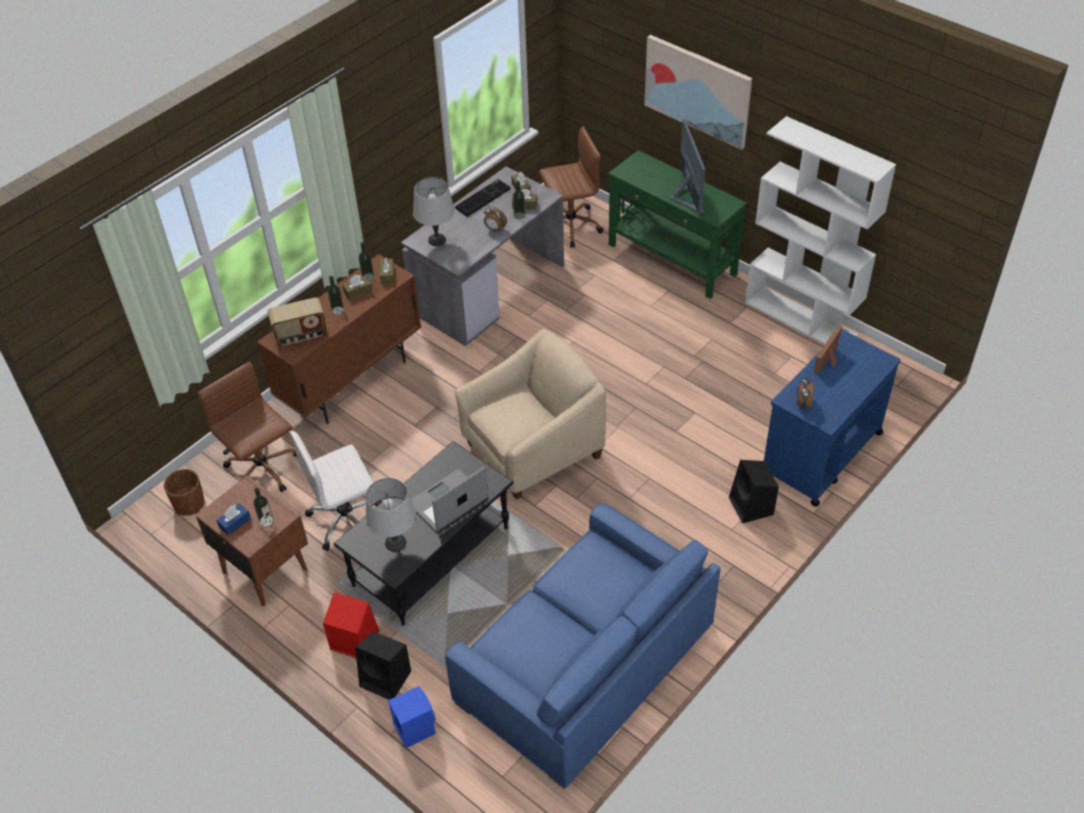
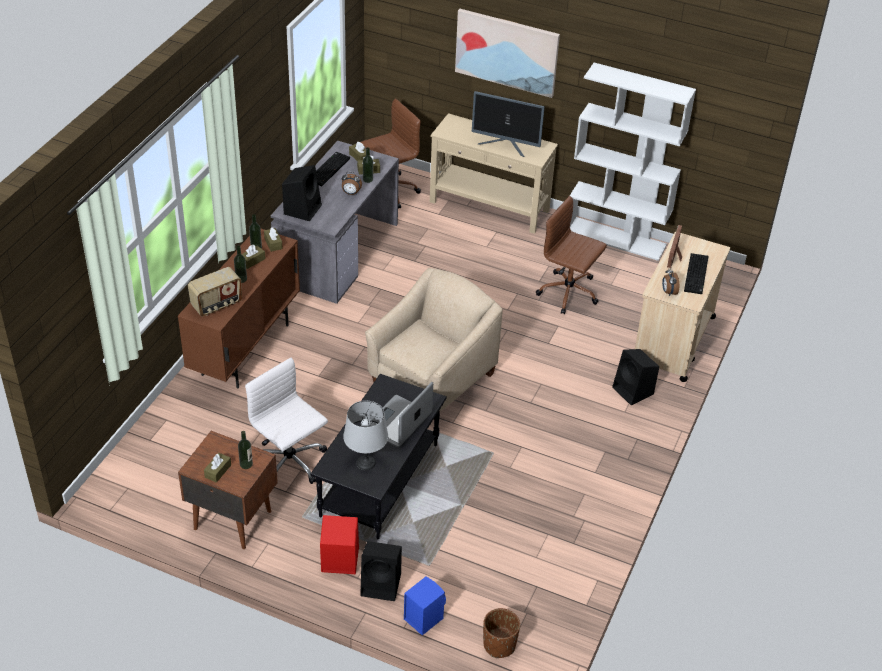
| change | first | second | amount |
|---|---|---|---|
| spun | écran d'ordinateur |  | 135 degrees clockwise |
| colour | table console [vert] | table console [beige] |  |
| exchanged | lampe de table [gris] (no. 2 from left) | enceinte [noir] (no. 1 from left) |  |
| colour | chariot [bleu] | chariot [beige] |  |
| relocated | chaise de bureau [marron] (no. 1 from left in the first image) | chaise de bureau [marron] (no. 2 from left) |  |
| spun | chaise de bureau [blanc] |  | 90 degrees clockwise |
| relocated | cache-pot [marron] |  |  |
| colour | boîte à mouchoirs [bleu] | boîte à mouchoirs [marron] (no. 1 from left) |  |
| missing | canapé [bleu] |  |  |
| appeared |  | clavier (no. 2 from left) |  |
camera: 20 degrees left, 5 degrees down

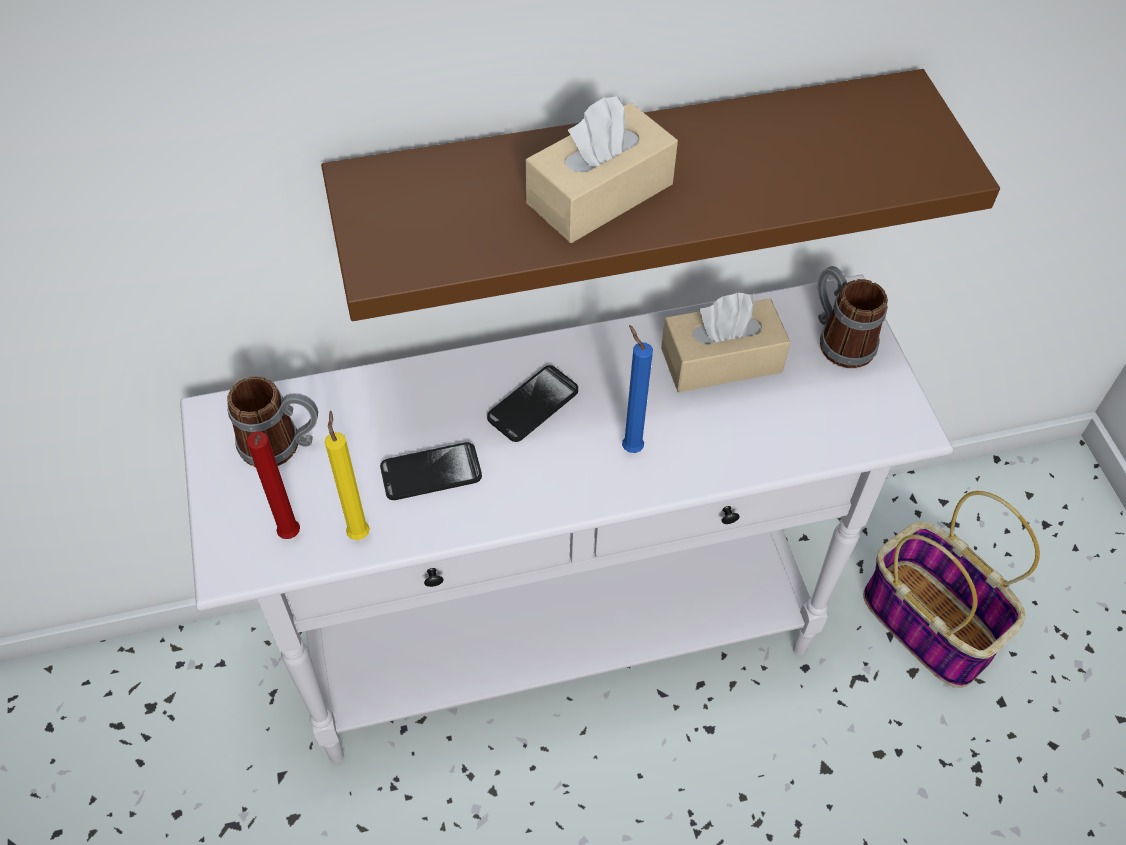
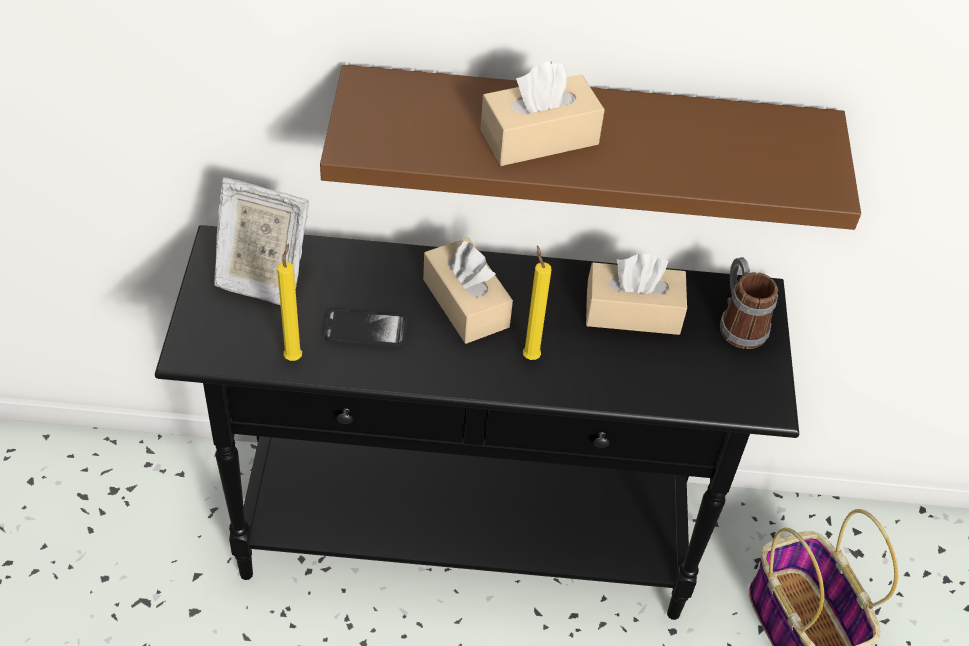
| change | first | second | amount |
|---|---|---|---|
| colour | table console [blanc] | table console [noir] |  |
| colour | bougie [bleu] | bougie [jaune] (no. 2 from left) |  |
| exchanged | téléphone (no. 2 from left) | boîte à mouchoirs [beige] (no. 1 from left) |  |
| exchanged | mug (no. 1 from left) | cadre photo |  |
| missing | bougie [rouge] |  |  |
camera: 15 degrees right, 5 degrees down

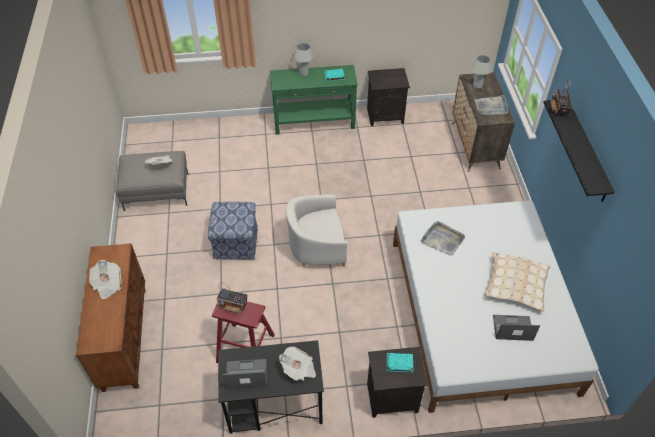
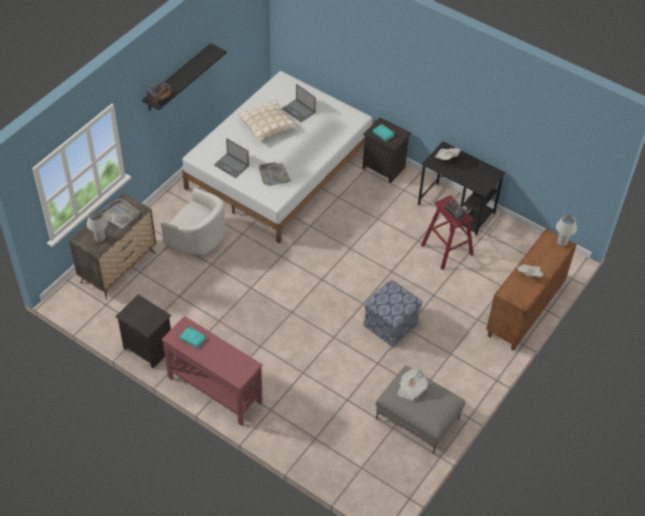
| change | first | second | amount |
|---|---|---|---|
| relocated | lampe de table [blanc] (no. 1 from left in the first image) | lampe de table [blanc] (no. 2 from left) |  |
| colour | table console [vert] | table console [rouge] |  |
| relocated | fauteuil [blanc] |  |  |
| relocated | ordinateur portable (no. 1 from left) |  |  |
camera: 140 degrees left, 0 degrees up

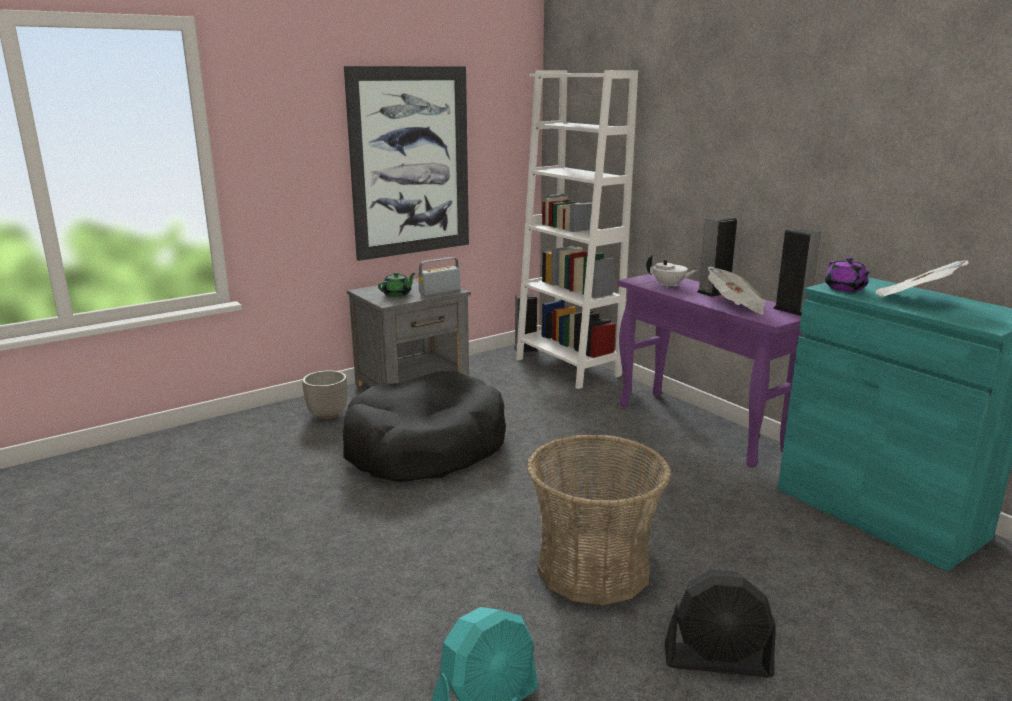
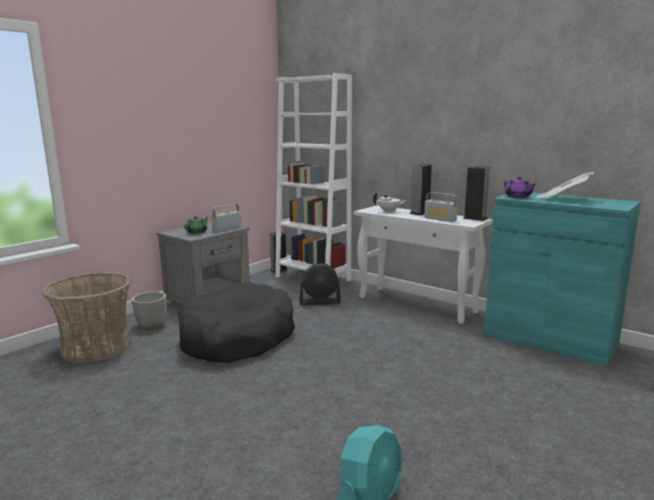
| change | first | second | amount |
|---|---|---|---|
| missing | tableau |  |  |
| exchanged | journal (no. 1 from left) | radio (no. 2 from left) |  |
| colour | table console [violet] | table console [blanc] |  |
| relocated | panier |  |  |
| relocated | ventilateur [noir] |  |  |
camera: 15 degrees left, 5 degrees down

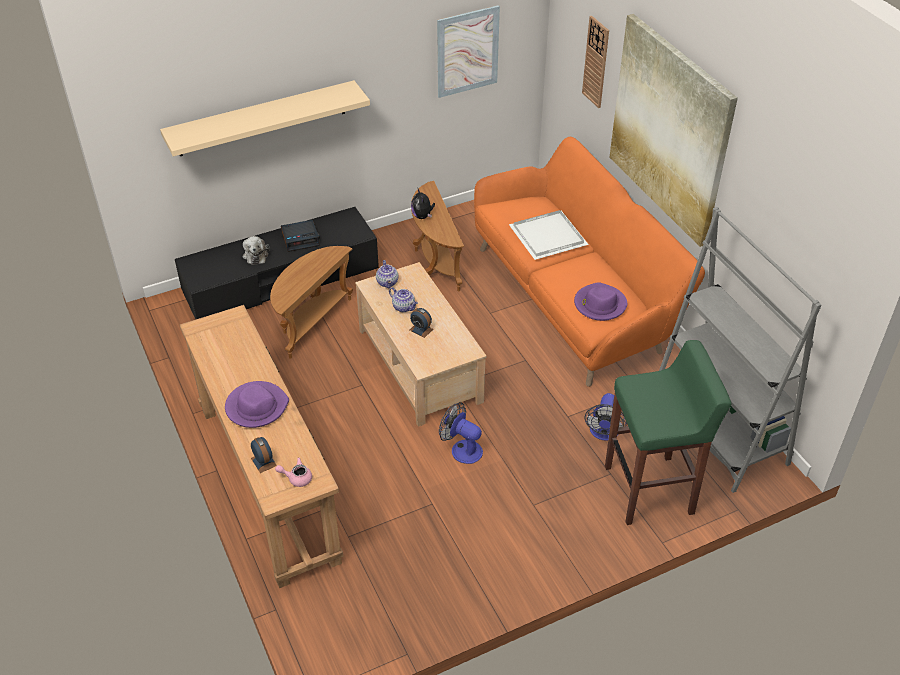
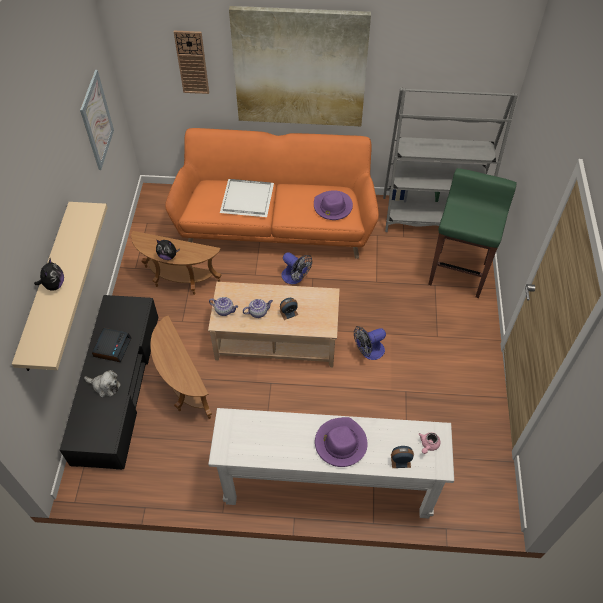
| change | first | second | amount |
|---|---|---|---|
| colour | table console [marron] | table console [blanc] |  |
| relocated | ventilateur (no. 2 from left in the first image) | ventilateur (no. 1 from left) |  |
| appeared |  | peluche (no. 1 from left) |  |
camera: 60 degrees left, 10 degrees up

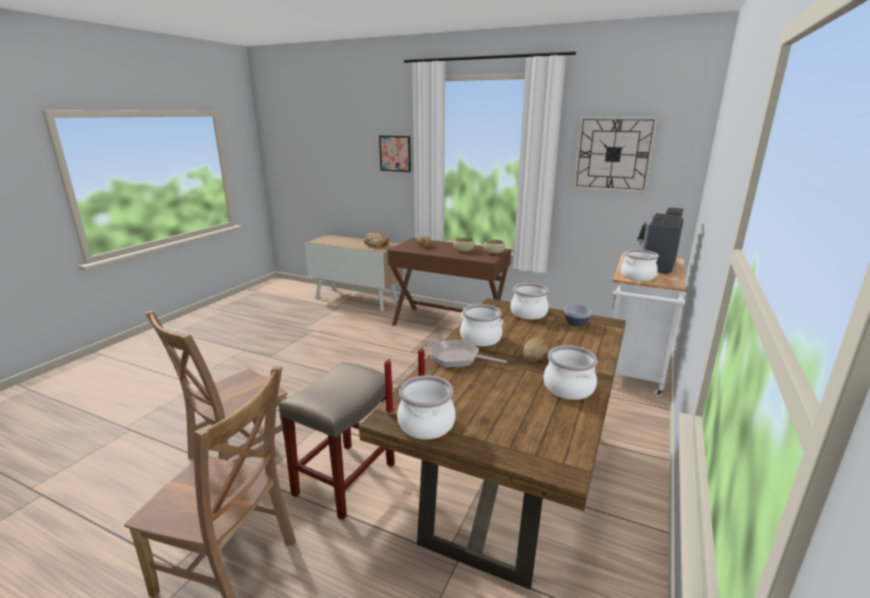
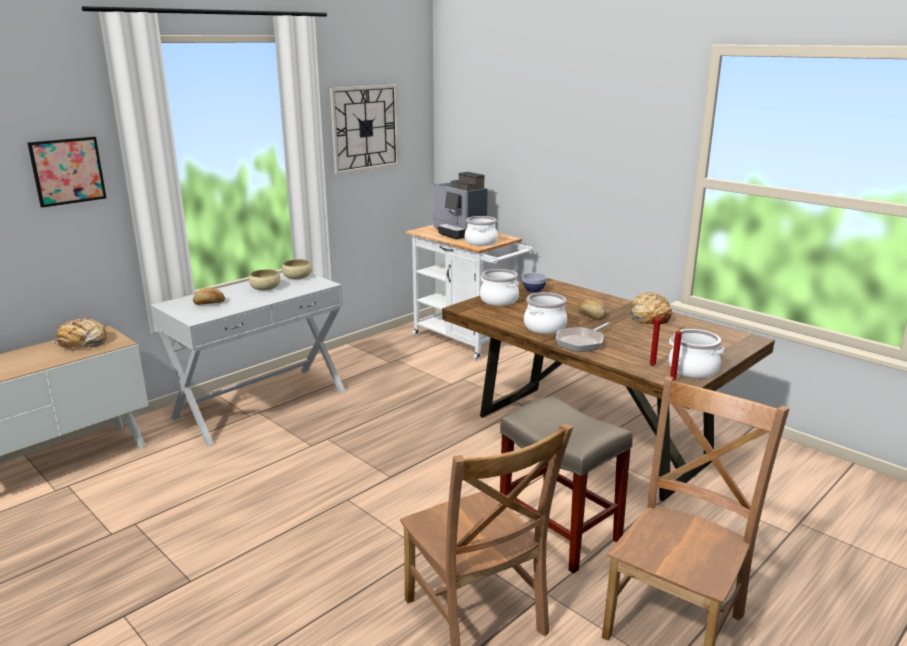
| change | first | second | amount |
|---|---|---|---|
| colour | table console [marron] | table console [blanc] |  |
| exchanged | marmite (no. 4 from left) | pain (no. 4 from left) |  |
camera: 70 degrees left, 0 degrees up

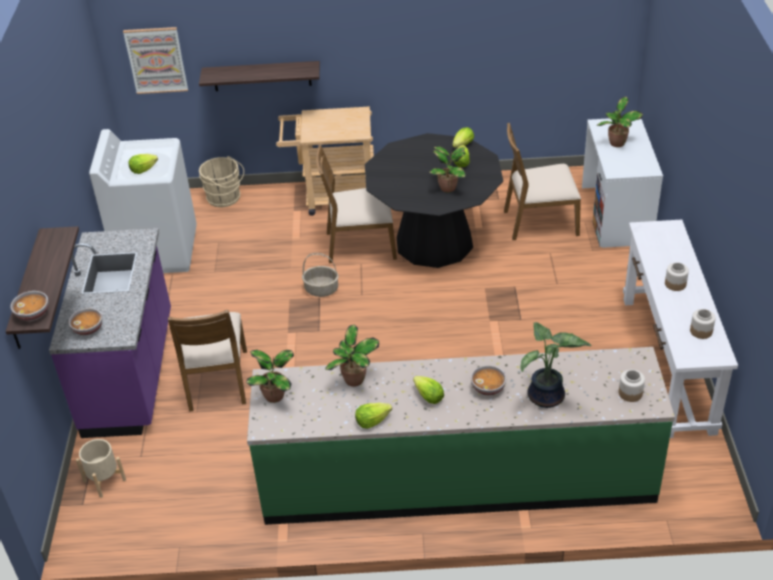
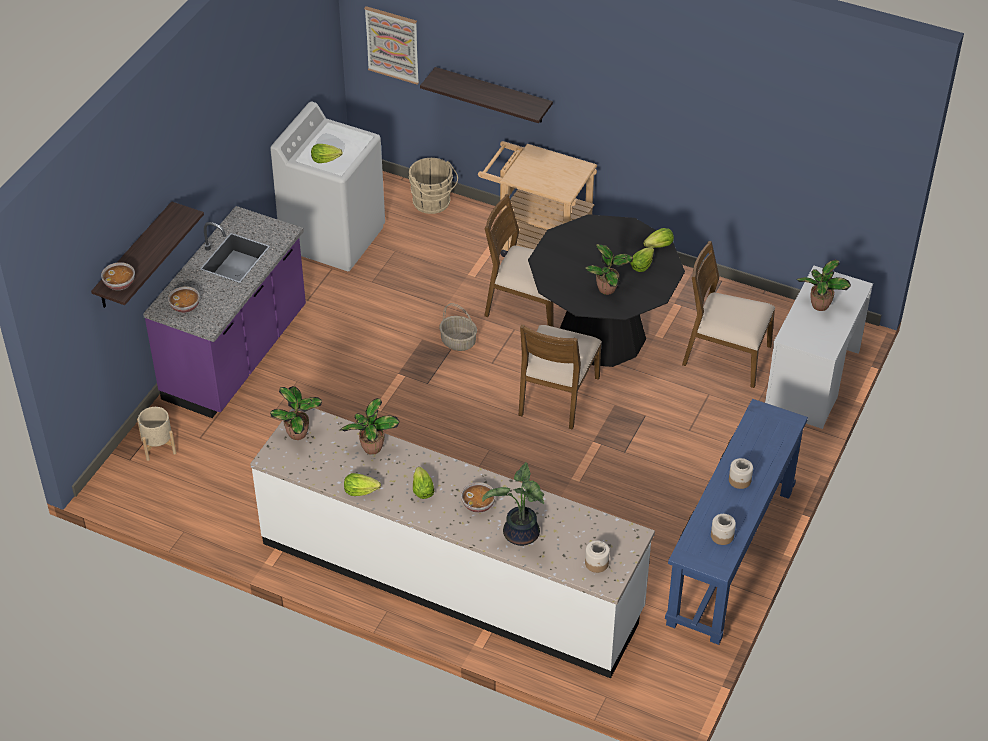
| change | first | second | amount |
|---|---|---|---|
| colour | table console [blanc] | table console [bleu] |  |
| relocated | chaise [marron] (no. 1 from left in the first image) | chaise [marron] (no. 2 from left) |  |
| colour | comptoir de cuisine [vert] | comptoir de cuisine [blanc] |  |
camera: 25 degrees right, 5 degrees up

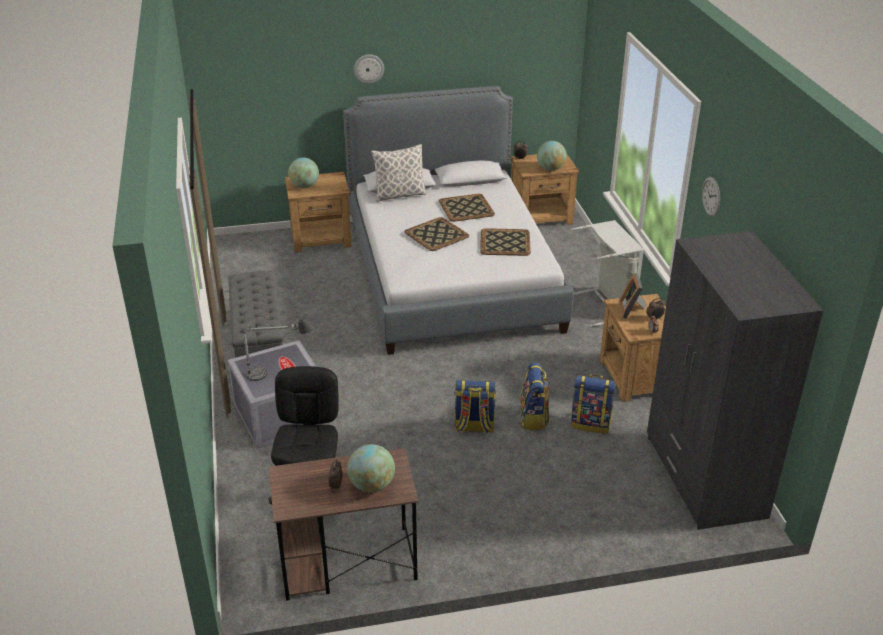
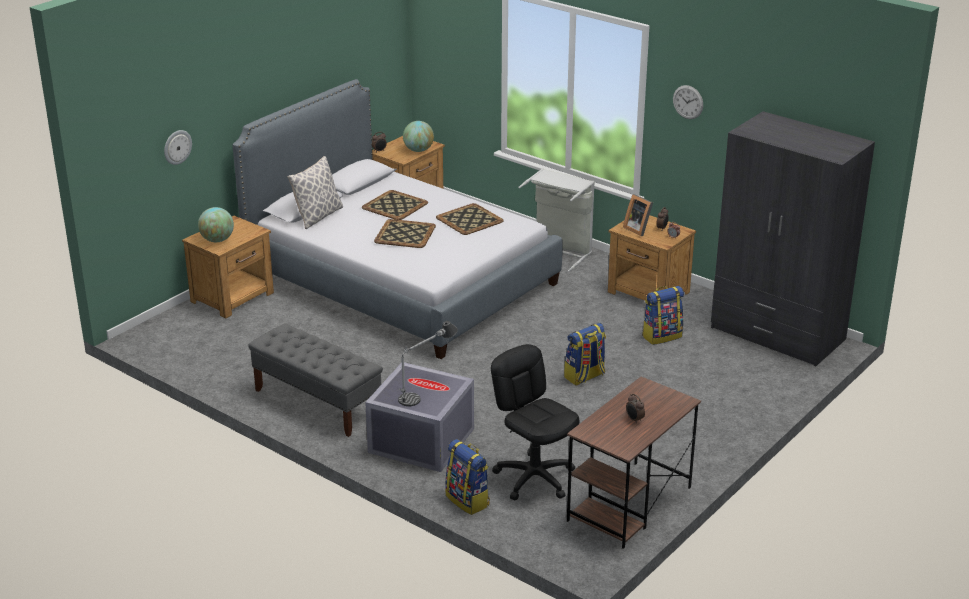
| change | first | second | amount |
|---|---|---|---|
| relocated | horloge murale (no. 1 from left) |  |  |
| relocated | sac à dos (no. 2 from left in the first image) | sac à dos (no. 1 from left) |  |
| missing | globe (no. 2 from left) |  |  |
camera: 40 degrees left, 5 degrees down

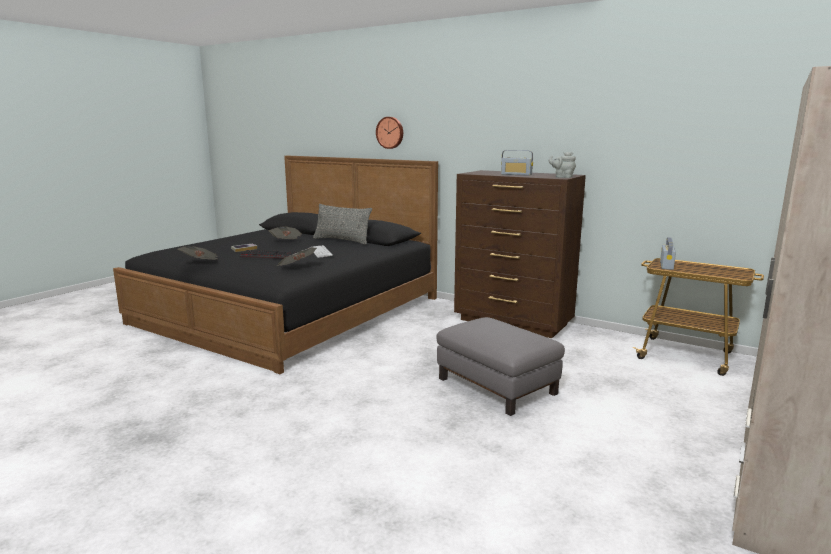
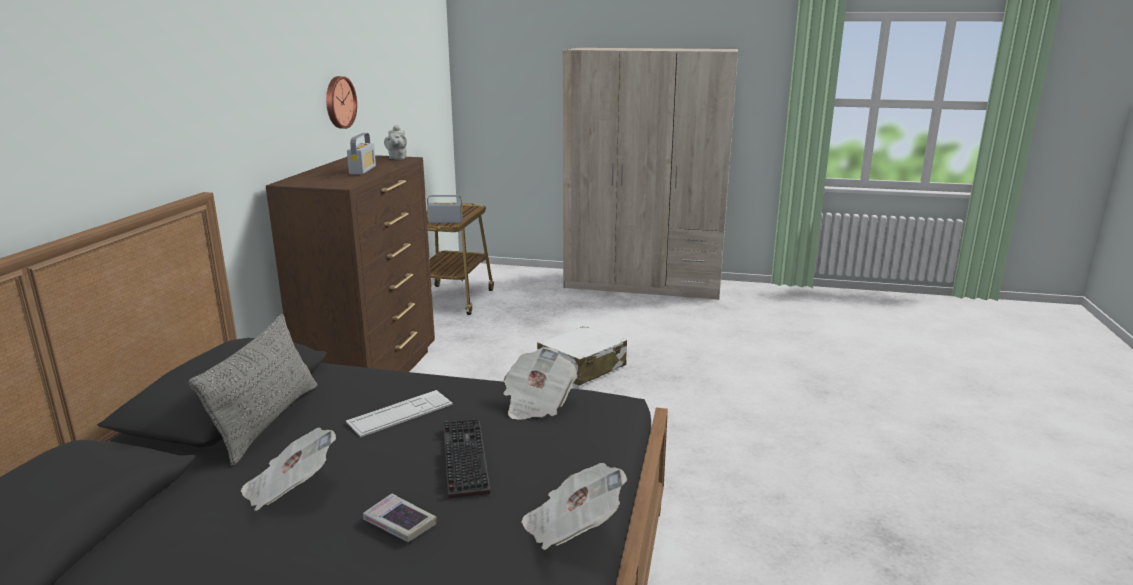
| change | first | second | amount |
|---|---|---|---|
| relocated | horloge murale |  |  |
| exchanged | pouf [gris] | valise [blanc] |  |
camera: 110 degrees left, 5 degrees up

